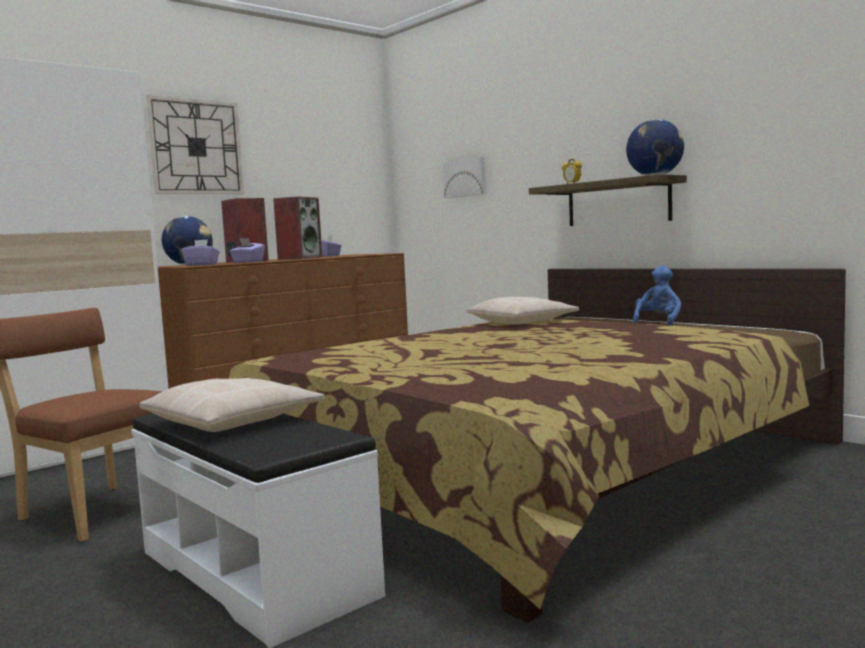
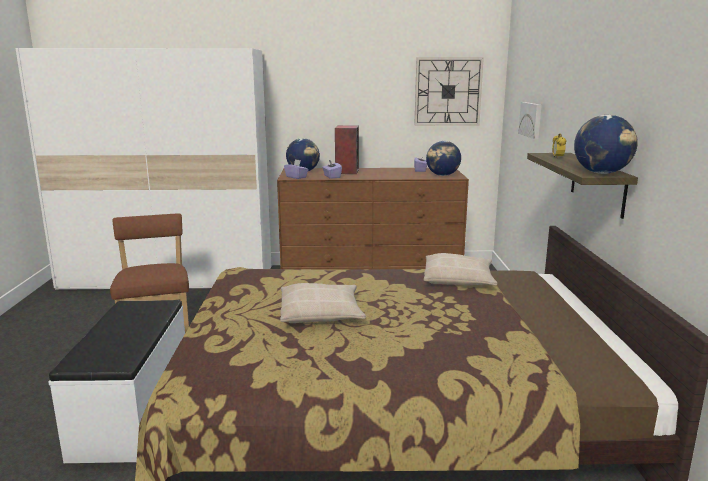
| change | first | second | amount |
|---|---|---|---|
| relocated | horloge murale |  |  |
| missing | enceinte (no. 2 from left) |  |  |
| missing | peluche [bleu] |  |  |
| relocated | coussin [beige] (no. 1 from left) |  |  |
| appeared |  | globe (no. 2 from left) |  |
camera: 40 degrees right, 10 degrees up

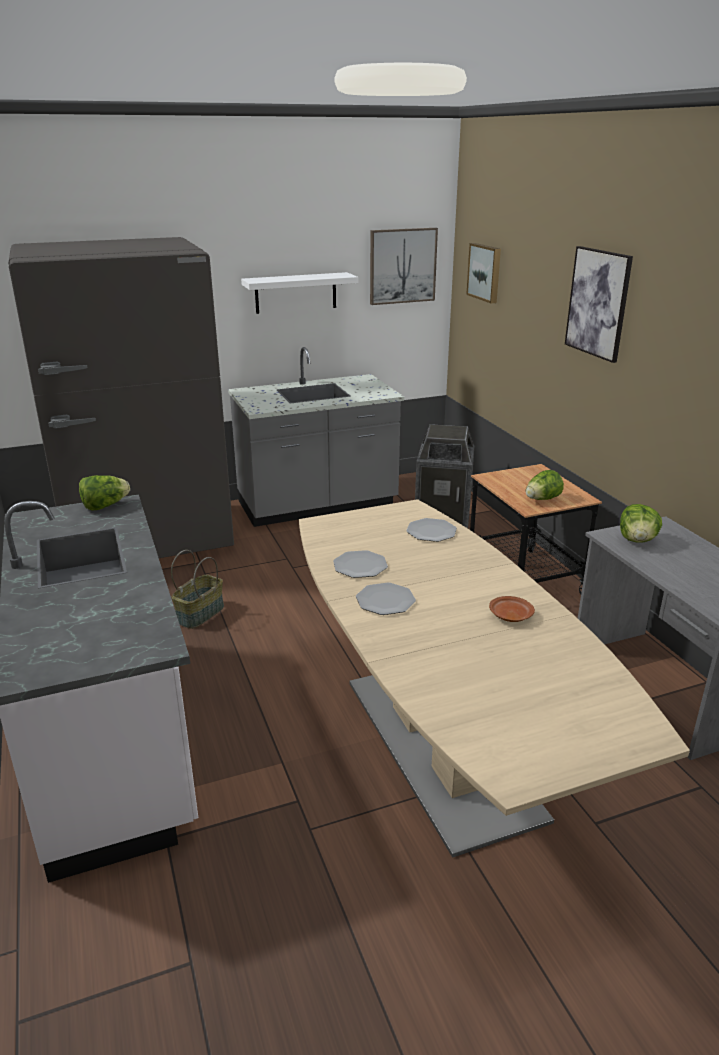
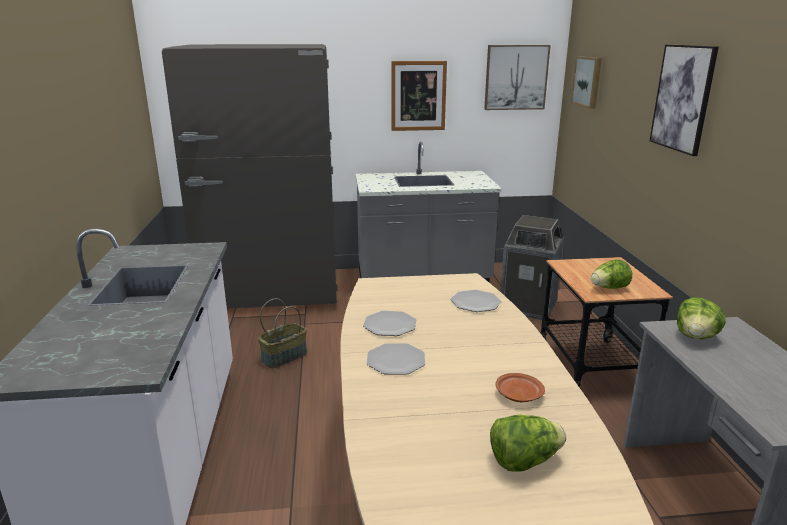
| change | first | second | amount |
|---|---|---|---|
| exchanged | étagère [blanc] | tableau (no. 1 from left) |  |
| relocated | laitue (no. 1 from left) |  |  |
camera: 15 degrees right, 5 degrees down

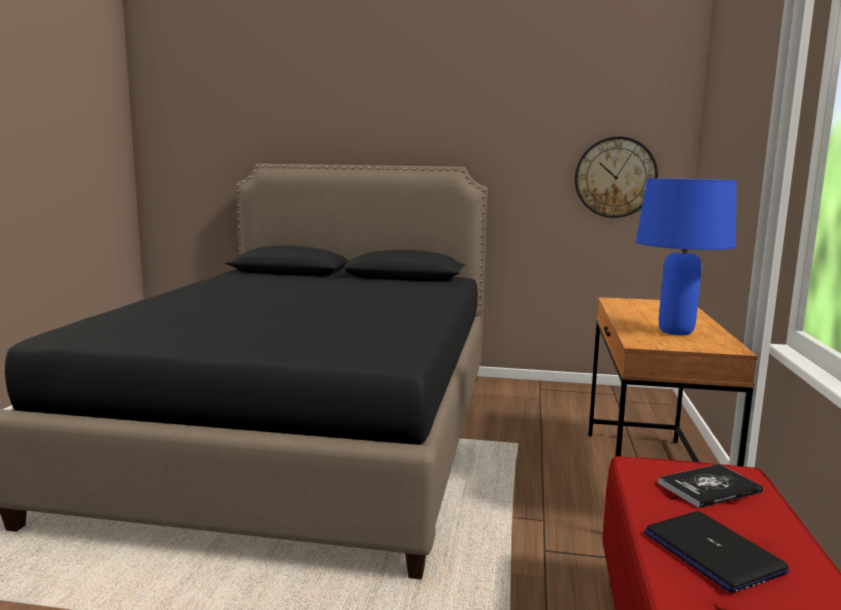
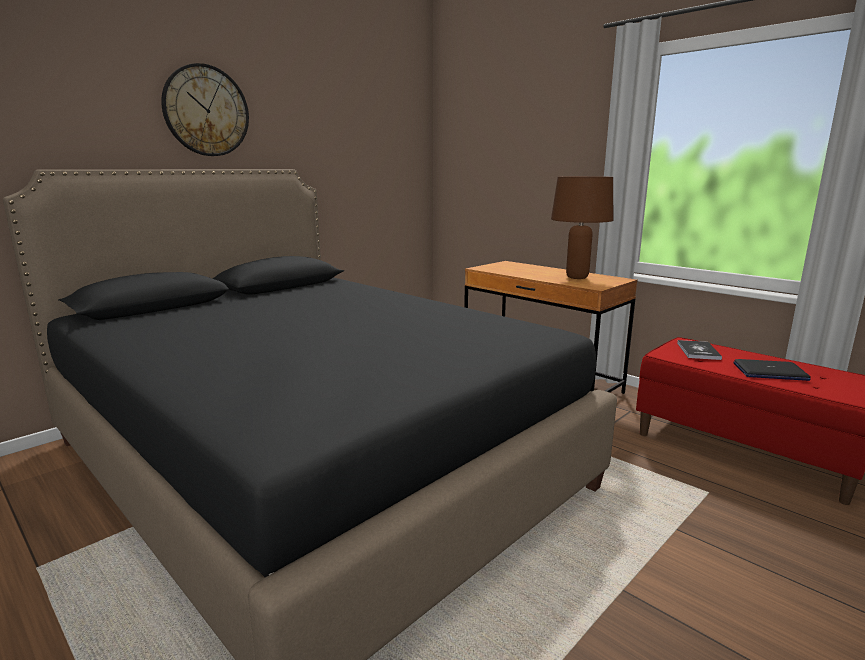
| change | first | second | amount |
|---|---|---|---|
| relocated | horloge murale |  |  |
| colour | lampe de table [bleu] | lampe de table [marron] |  |
camera: 55 degrees left, 5 degrees up

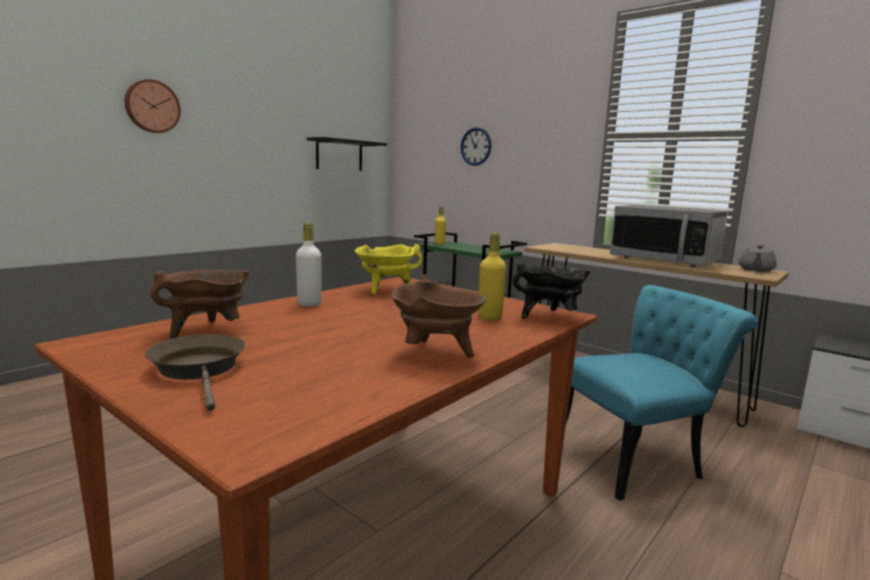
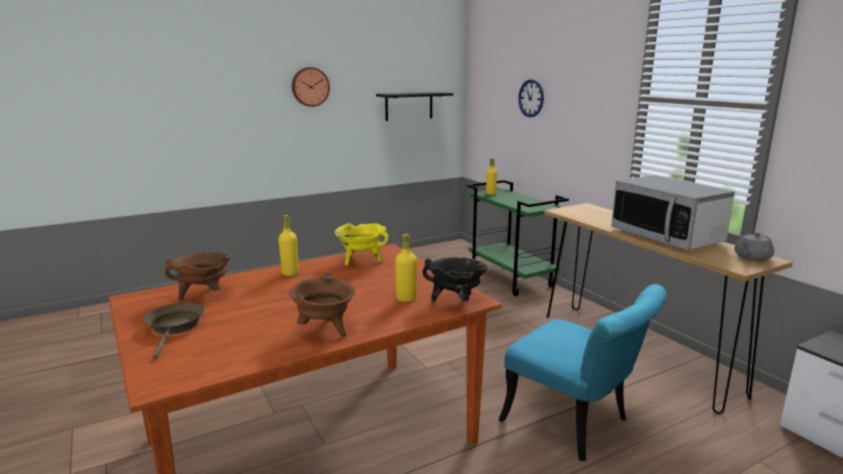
| change | first | second | amount |
|---|---|---|---|
| relocated | horloge murale (no. 1 from left) |  |  |
| colour | bouteille [blanc] | bouteille [jaune] (no. 1 from left) |  |
| spun | chaise [turquoise] |  | 45 degrees clockwise |
camera: 20 degrees right, 5 degrees up

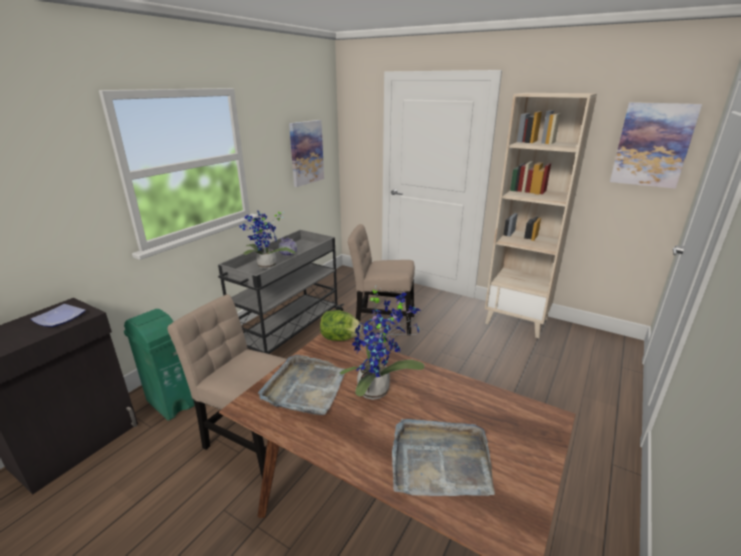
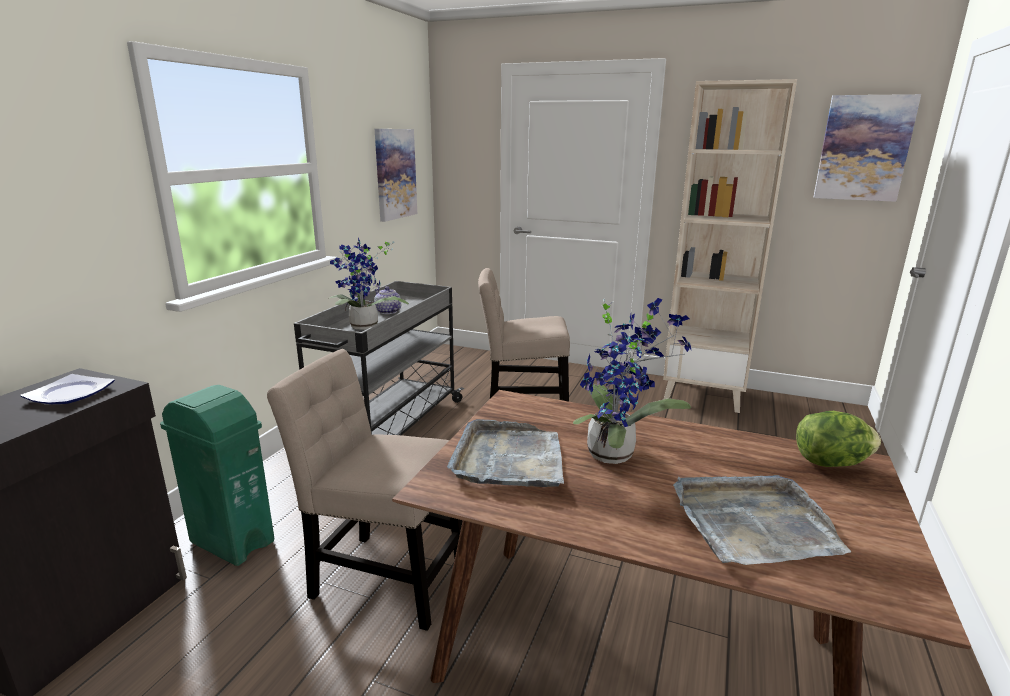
| change | first | second | amount |
|---|---|---|---|
| relocated | laitue |  |  |
camera: 10 degrees left, 5 degrees down

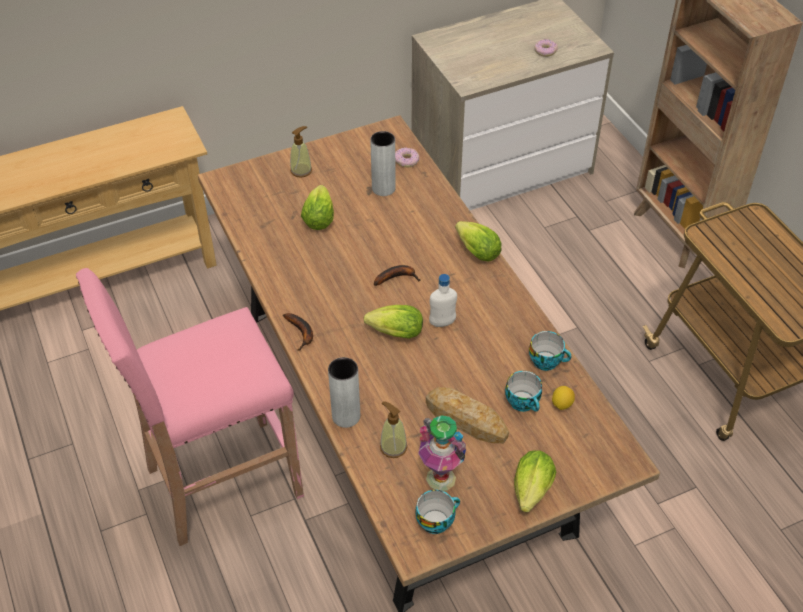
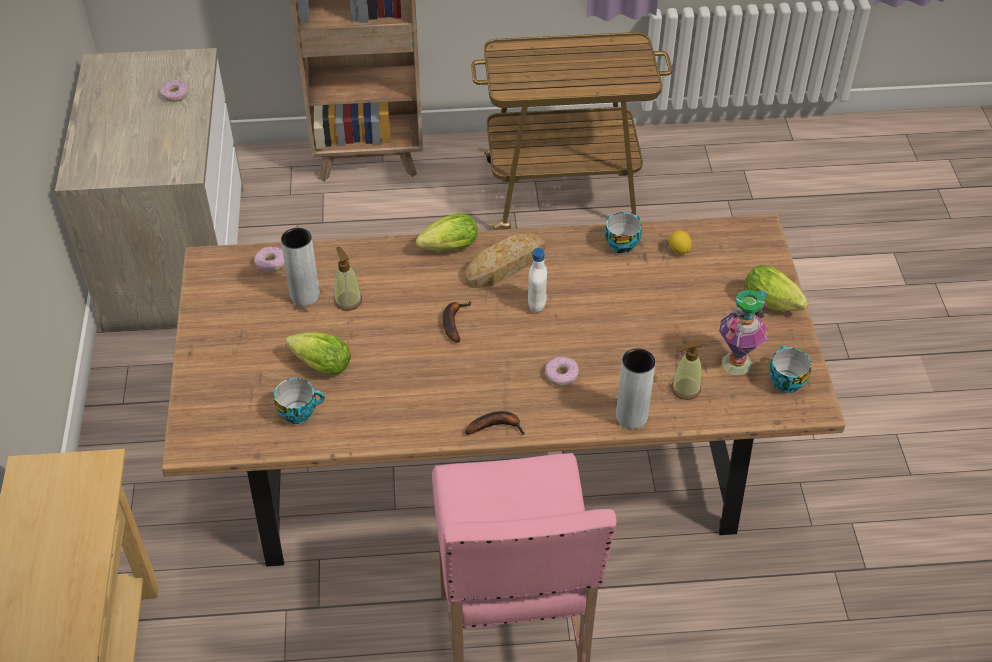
| change | first | second | amount |
|---|---|---|---|
| relocated | distributeur de savon (no. 1 from left) |  |  |
| missing | laitue (no. 2 from left) |  |  |
| relocated | tasse (no. 2 from left in the first image) | tasse (no. 1 from left) |  |
| relocated | pain |  |  |
| appeared |  | beignet (no. 3 from left) |  |
camera: 70 degrees left, 0 degrees up

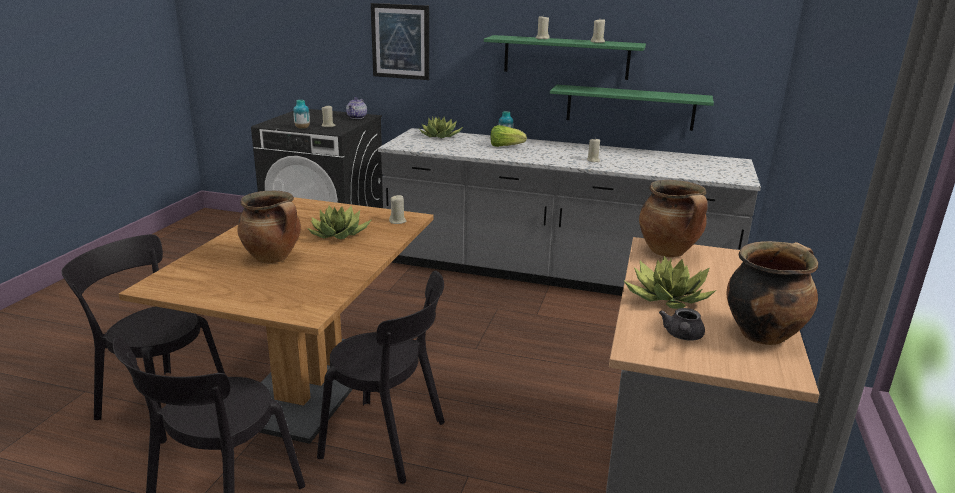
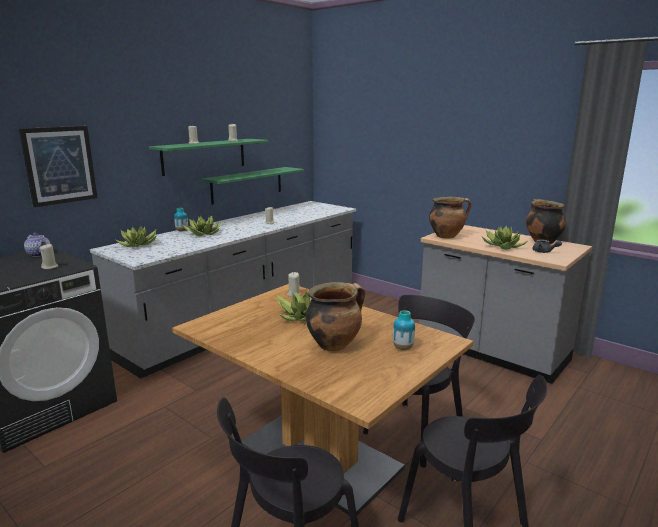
| change | first | second | amount |
|---|---|---|---|
| relocated | vase (no. 1 from left in the first image) | vase (no. 2 from left) |  |
| exchanged | laitue | plante en pot (no. 2 from left) |  |
camera: 65 degrees left, 5 degrees down

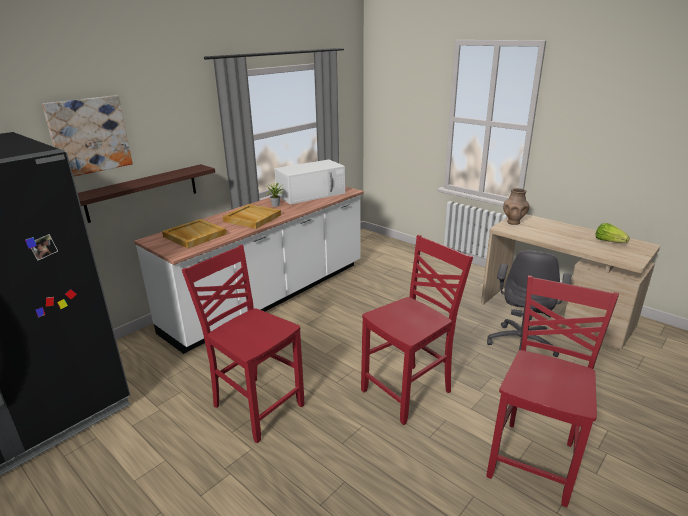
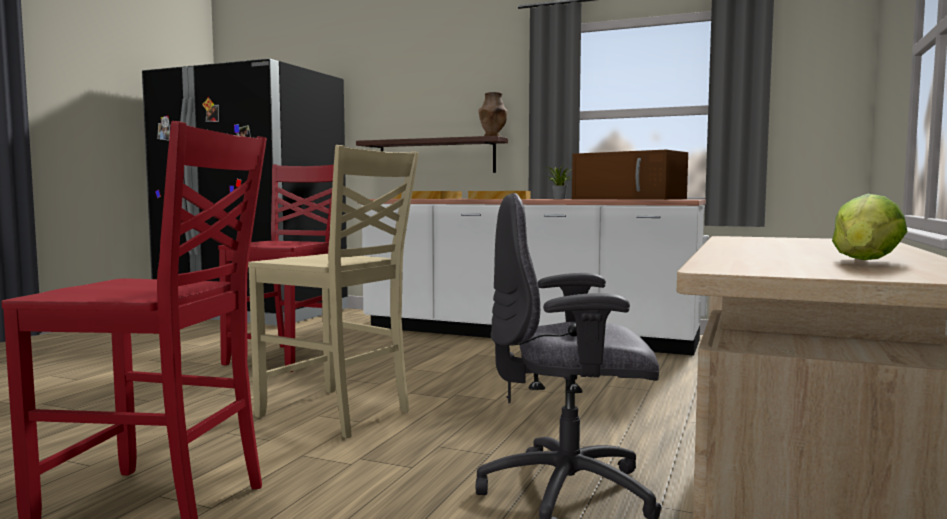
| change | first | second | amount |
|---|---|---|---|
| missing | tableau |  |  |
| colour | micro-ondes [blanc] | micro-ondes [marron] |  |
| relocated | vase [marron] |  |  |
| colour | chaise [rouge] (no. 2 from left) | chaise [beige] |  |
camera: 70 degrees right, 20 degrees down

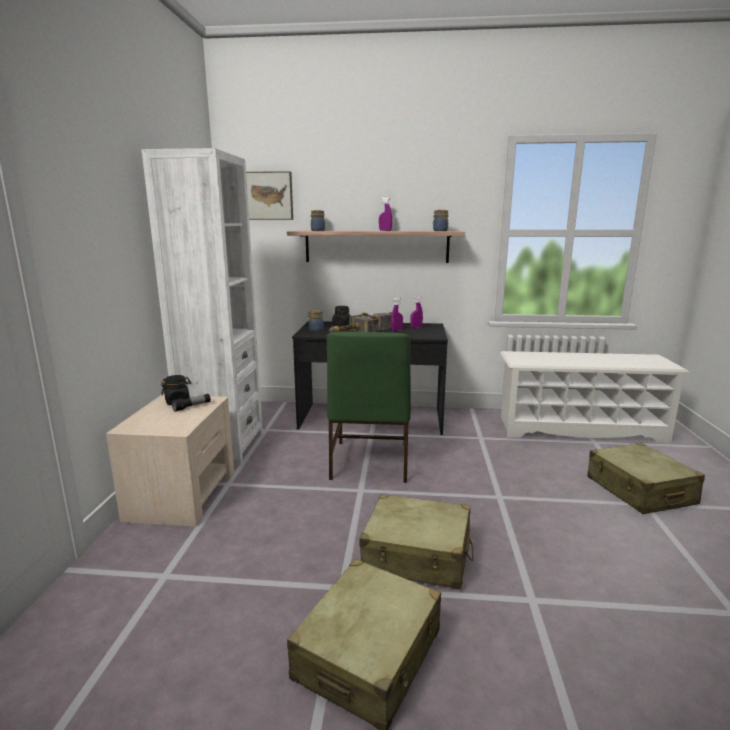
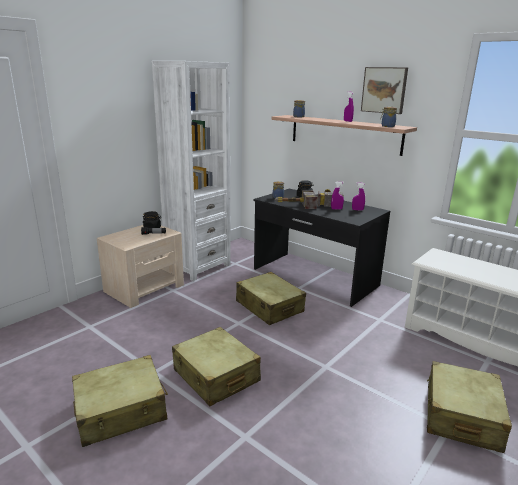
| change | first | second | amount |
|---|---|---|---|
| relocated | tableau |  |  |
| exchanged | chaise [vert] | valise [beige] (no. 3 from left) |  |
camera: 35 degrees right, 5 degrees up

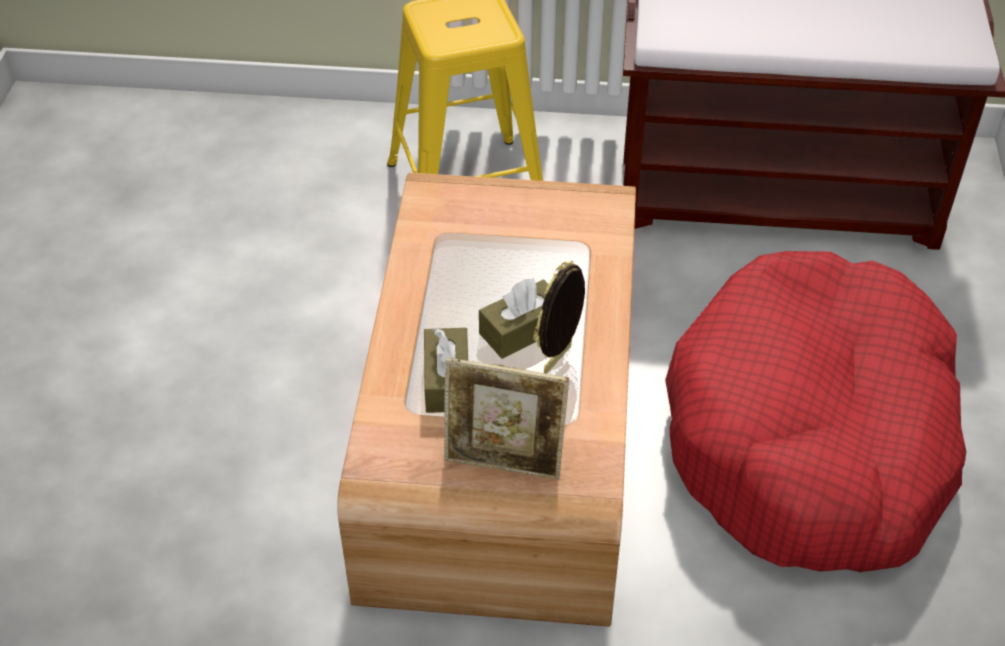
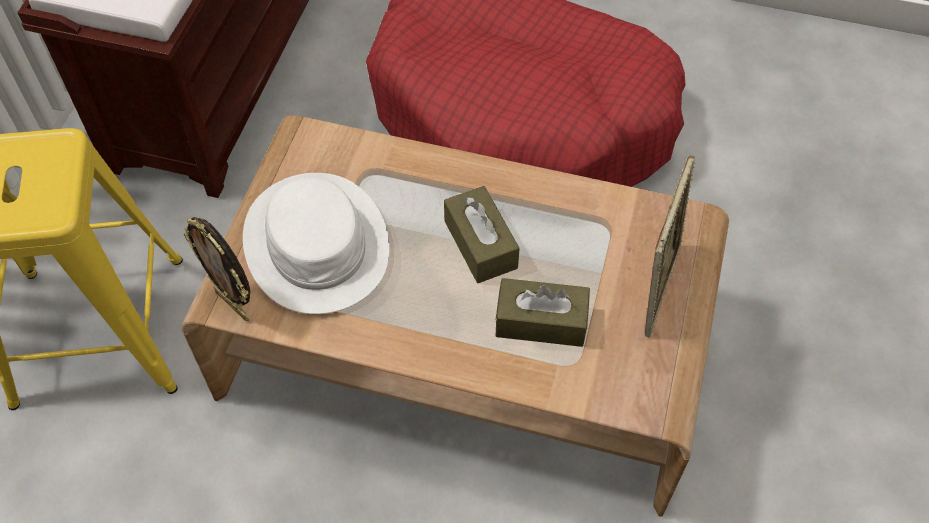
| change | first | second | amount |
|---|---|---|---|
| relocated | cadre photo (no. 2 from left in the first image) | cadre photo (no. 1 from left) |  |
| appeared |  | chapeau [blanc] |  |
camera: 80 degrees left, 10 degrees up

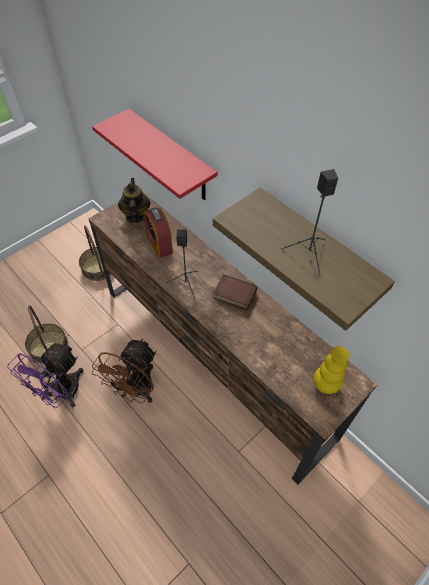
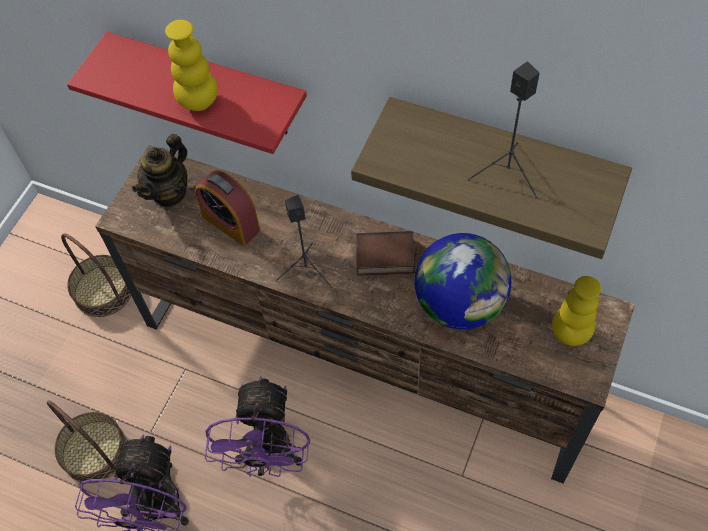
| change | first | second | amount |
|---|---|---|---|
| spun | théière |  | 120 degrees counterclockwise |
| colour | ventilateur [marron] | ventilateur [violet] (no. 2 from left) |  |
| appeared |  | vase [jaune] (no. 1 from left) |  |
| appeared |  | globe |  |
camera: 20 degrees left, 5 degrees up

